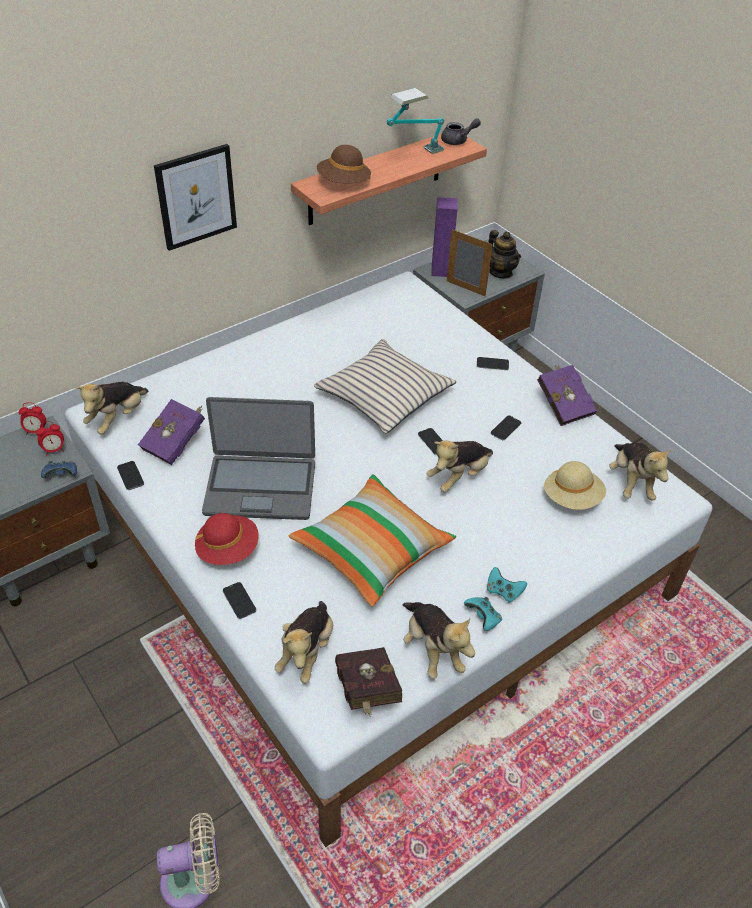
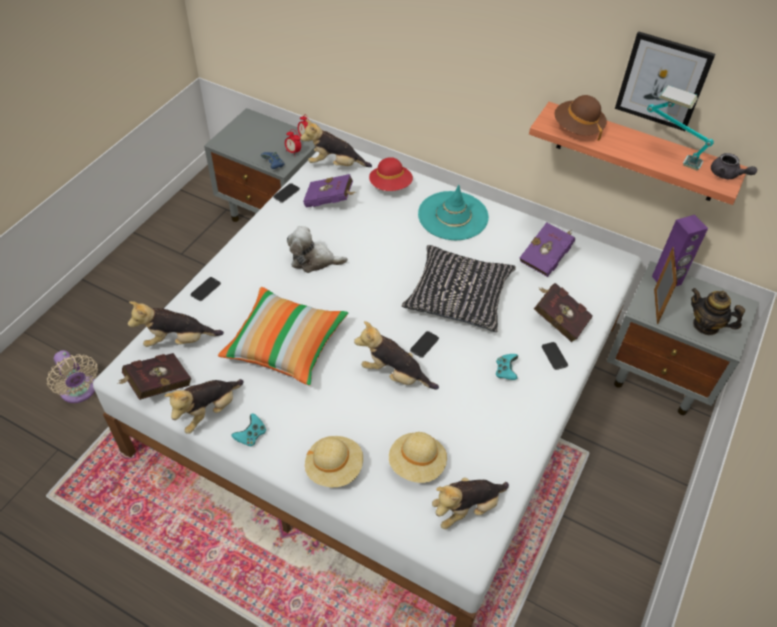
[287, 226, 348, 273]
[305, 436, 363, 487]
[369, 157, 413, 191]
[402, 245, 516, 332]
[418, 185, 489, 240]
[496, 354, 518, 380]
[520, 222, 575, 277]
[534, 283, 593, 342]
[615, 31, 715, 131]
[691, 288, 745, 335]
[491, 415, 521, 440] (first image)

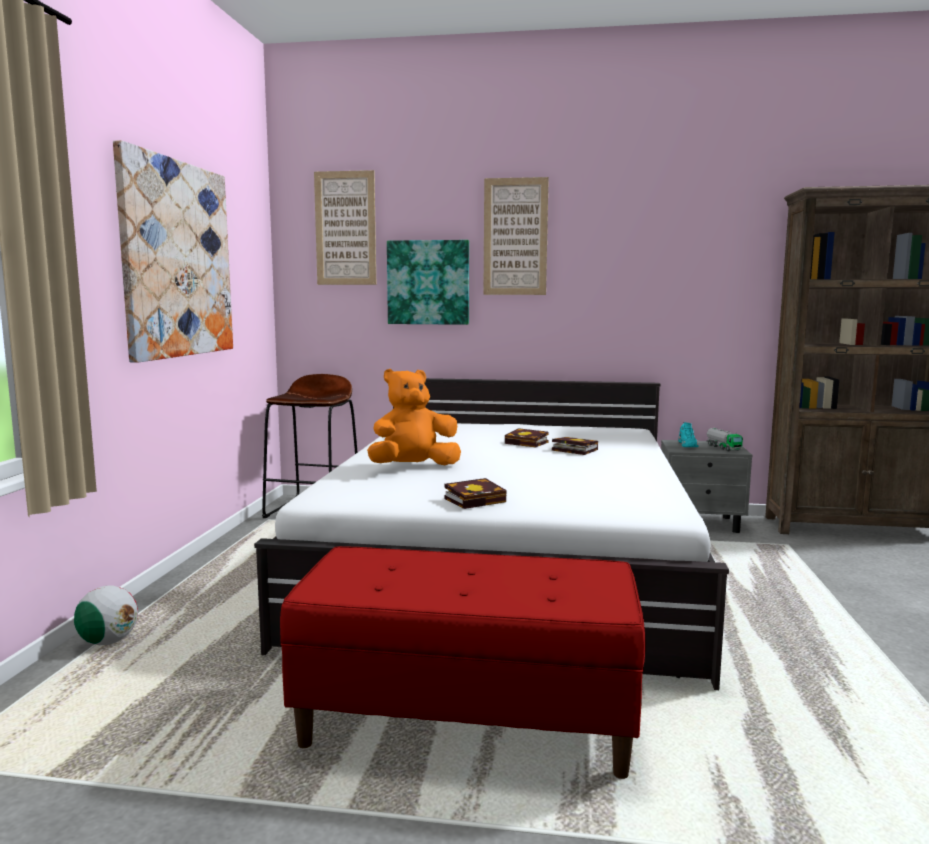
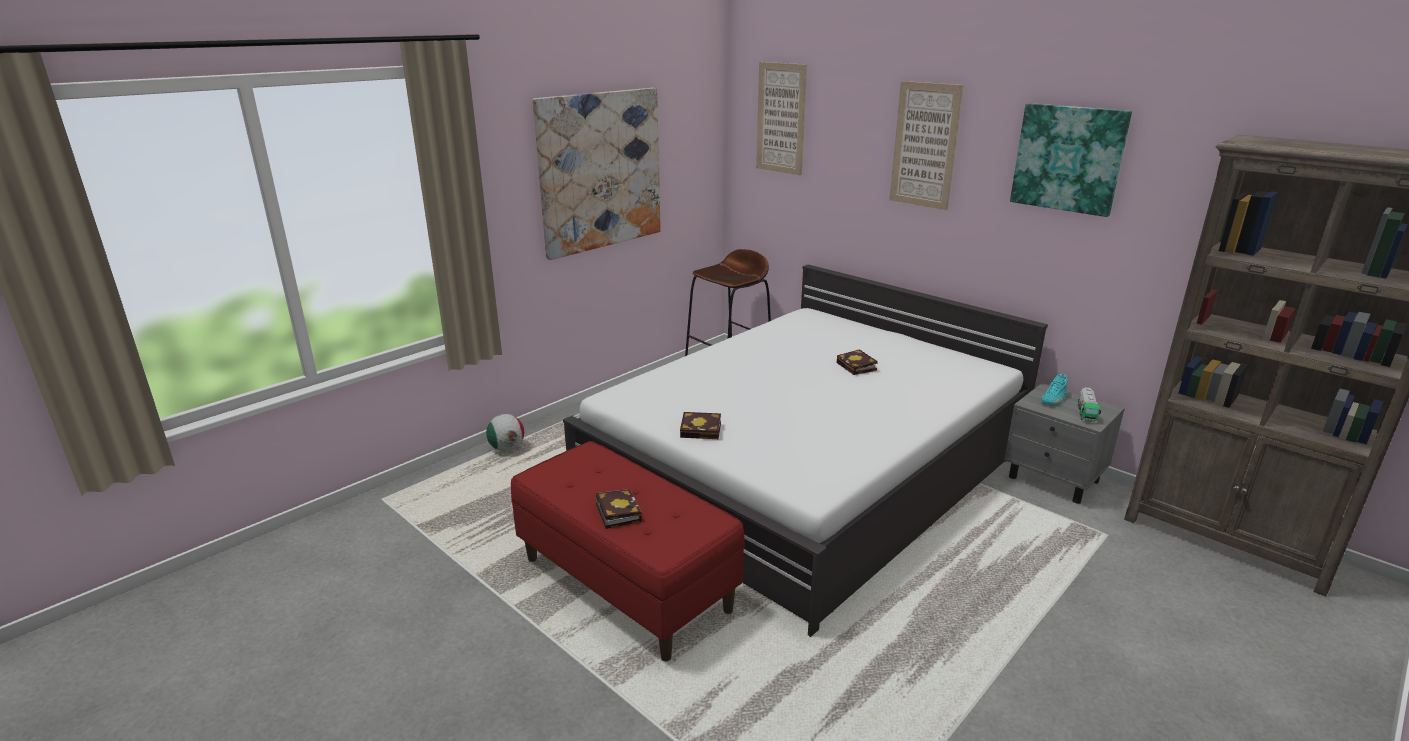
[596, 489, 642, 529]
[1010, 103, 1132, 217]
[367, 369, 461, 465] (first image)

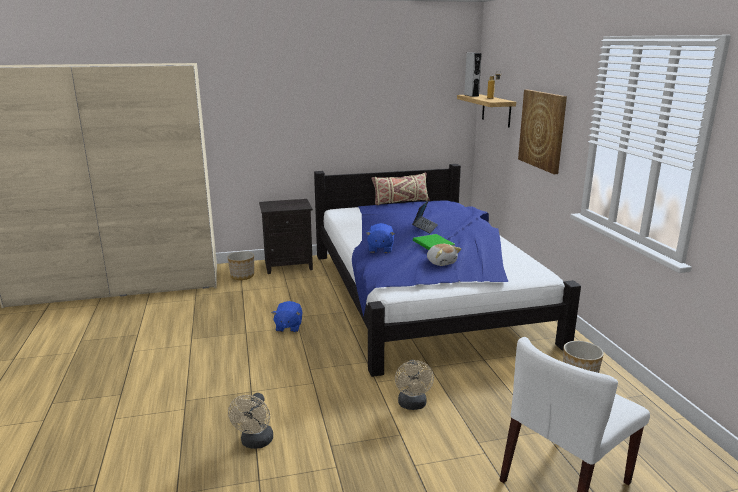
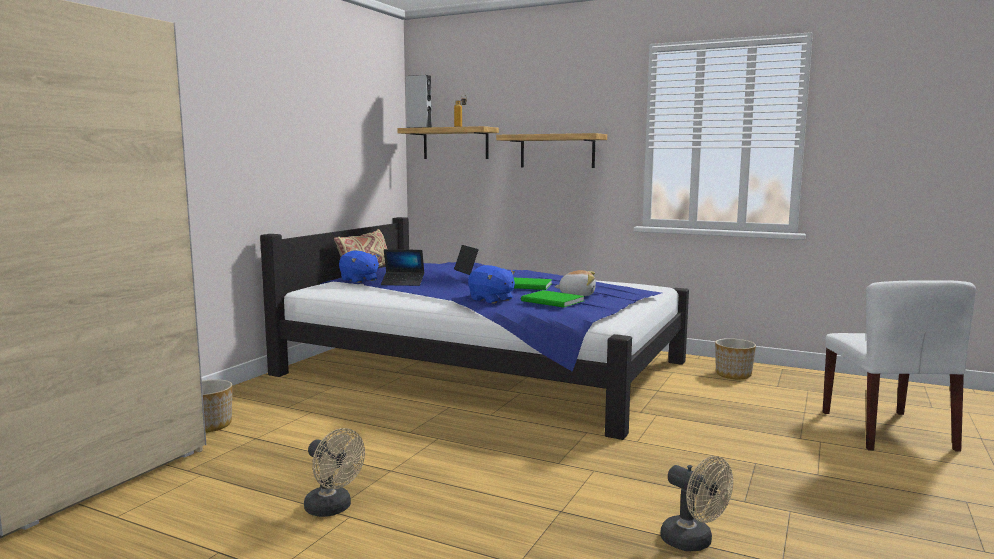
[304, 428, 365, 517]
[339, 250, 379, 283]
[381, 249, 424, 286]
[496, 133, 607, 168]
[521, 290, 585, 307]
[259, 199, 313, 274] (first image)

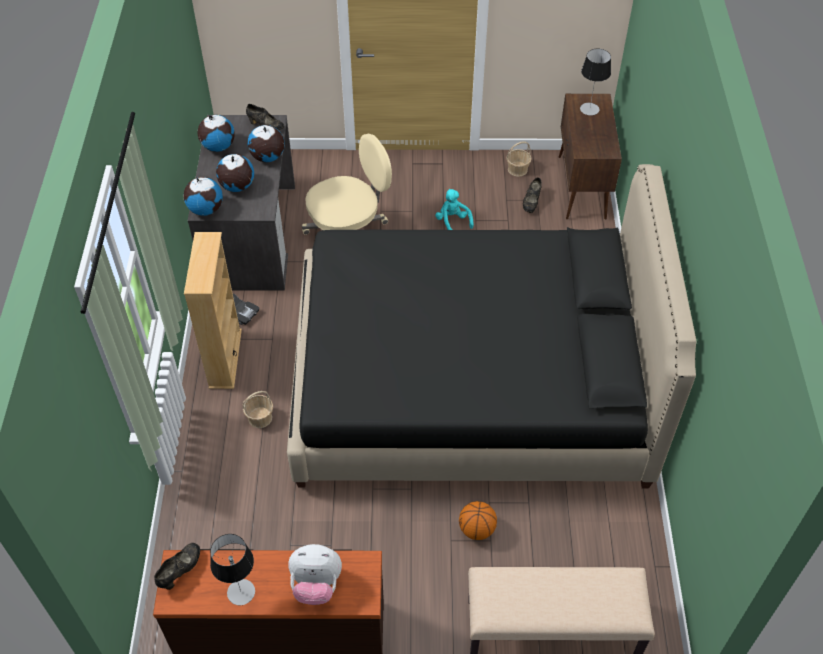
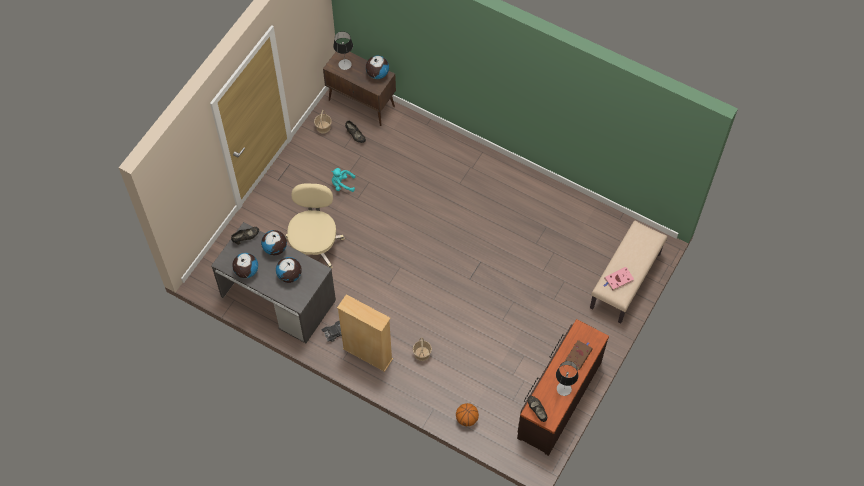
[366, 56, 389, 79]
[456, 403, 479, 426]
[566, 340, 593, 370]
[603, 267, 634, 291]
[287, 164, 696, 488] (first image)

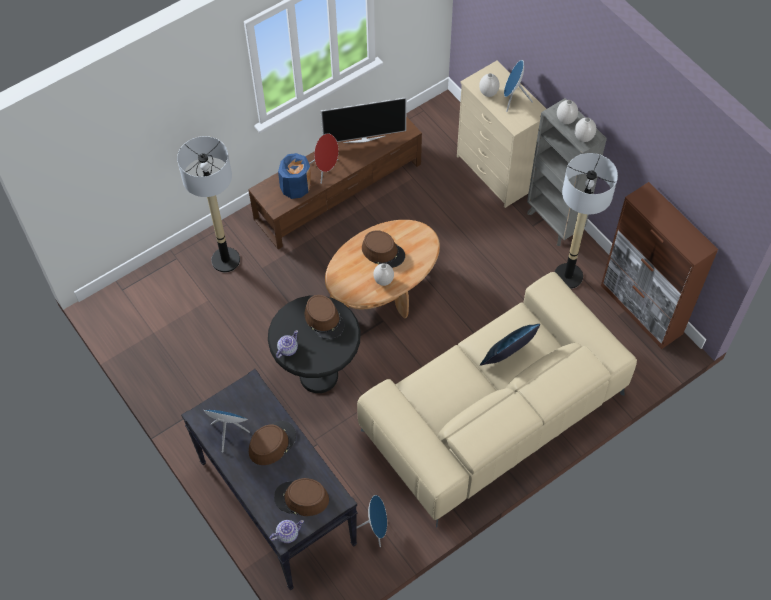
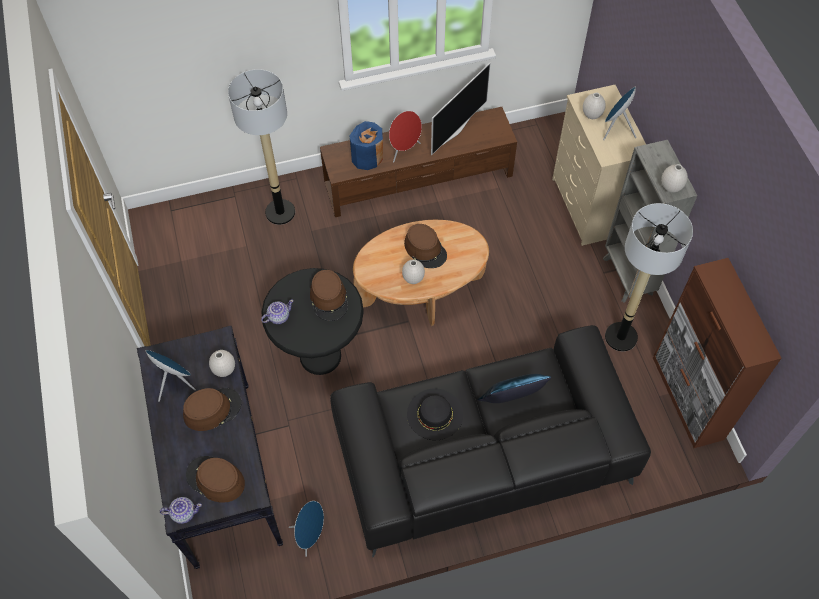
[209, 350, 235, 377]
[330, 325, 651, 557]
[407, 388, 463, 440]
[431, 63, 490, 155]

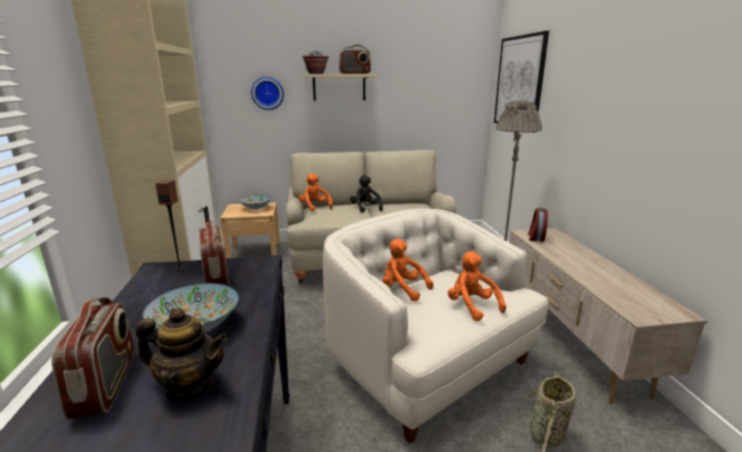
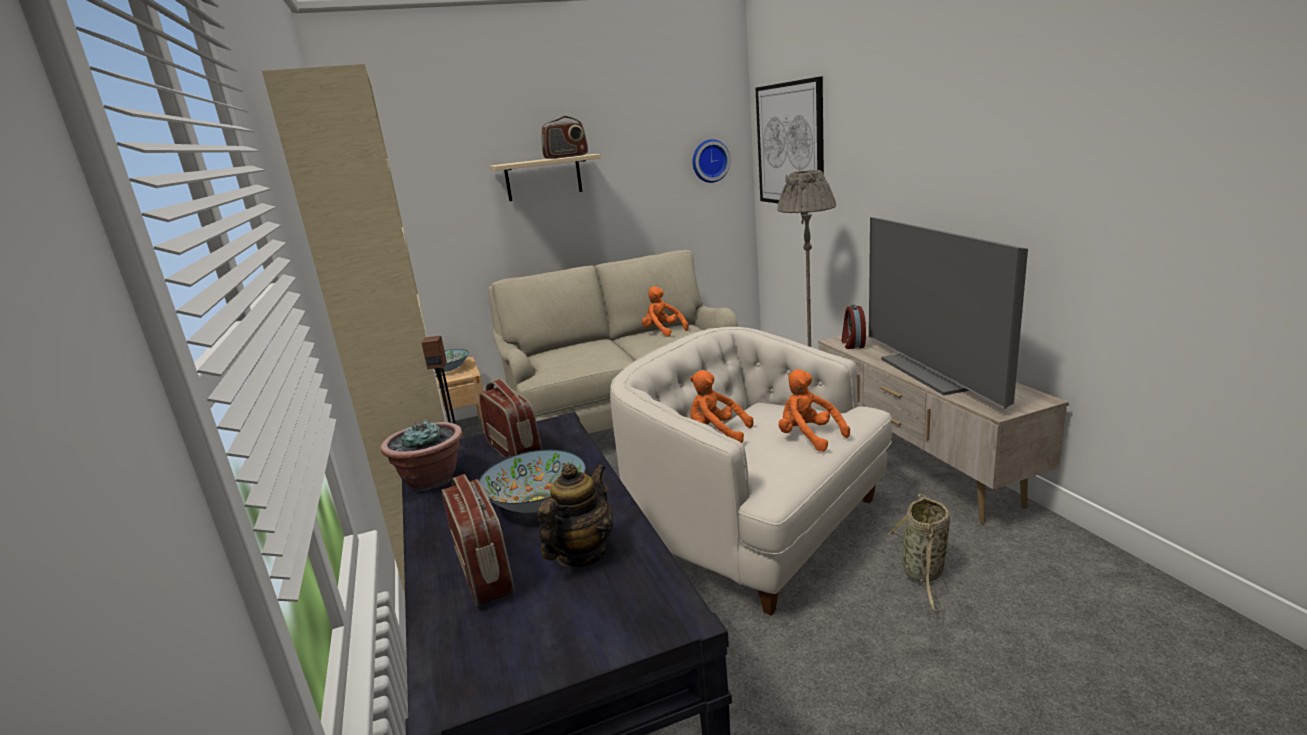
[380, 420, 463, 491]
[538, 464, 613, 567]
[642, 286, 689, 337]
[692, 139, 730, 183]
[869, 217, 1028, 409]
[350, 175, 383, 213] (first image)

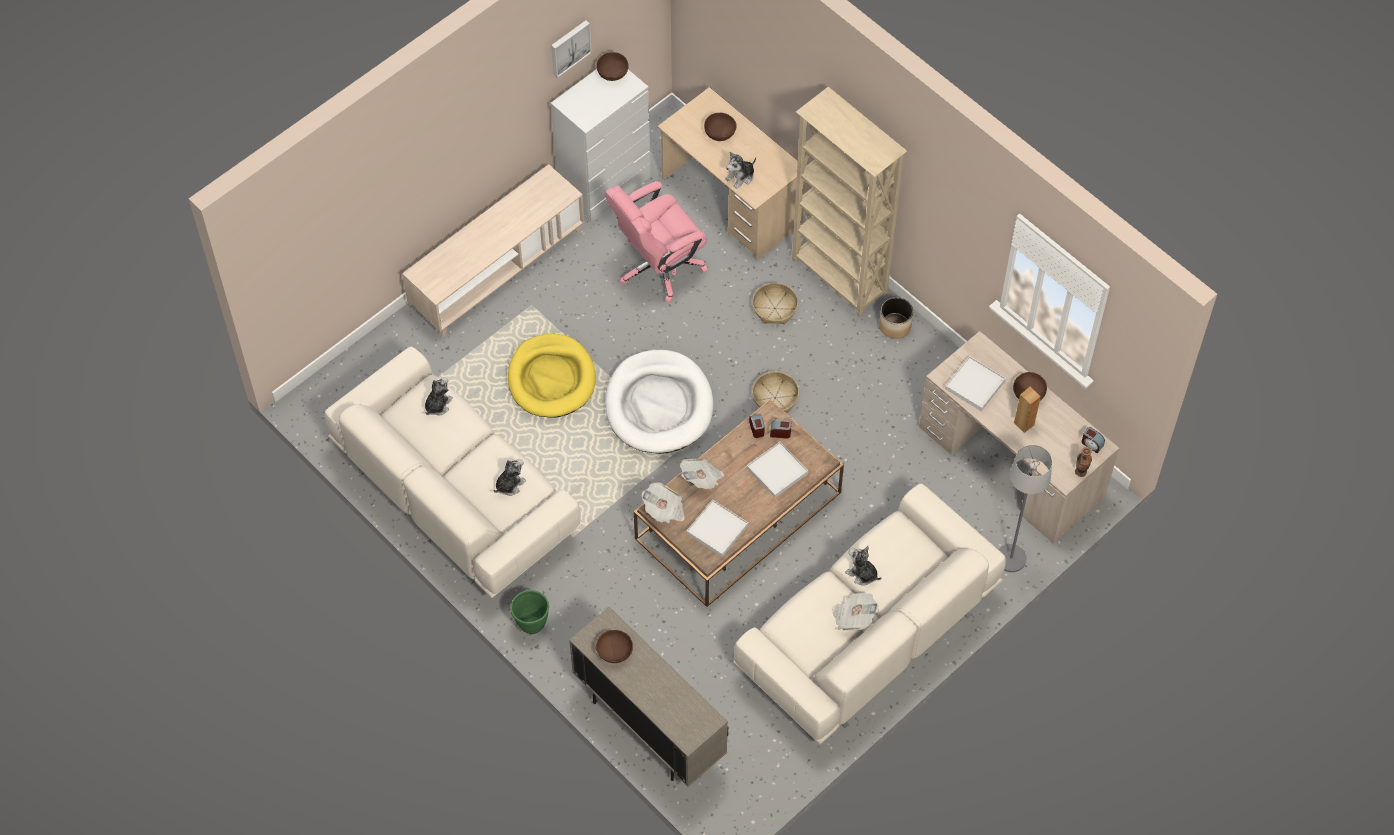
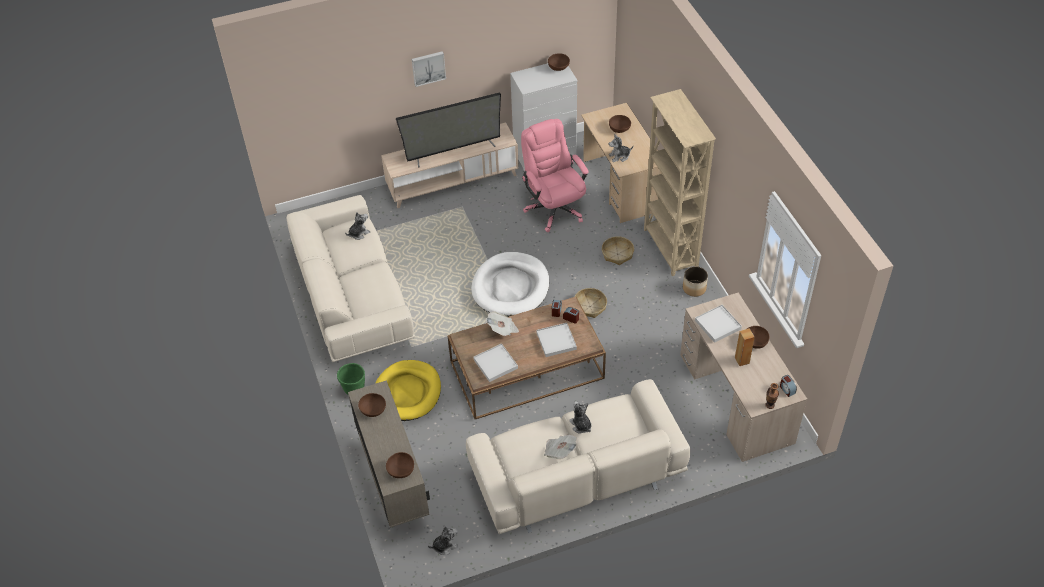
[375, 360, 441, 421]
[386, 452, 414, 478]
[396, 92, 501, 168]
[412, 51, 446, 87]
[428, 527, 458, 555]
[521, 119, 588, 232]
[642, 482, 684, 523] (first image)
[999, 445, 1052, 572] (first image)

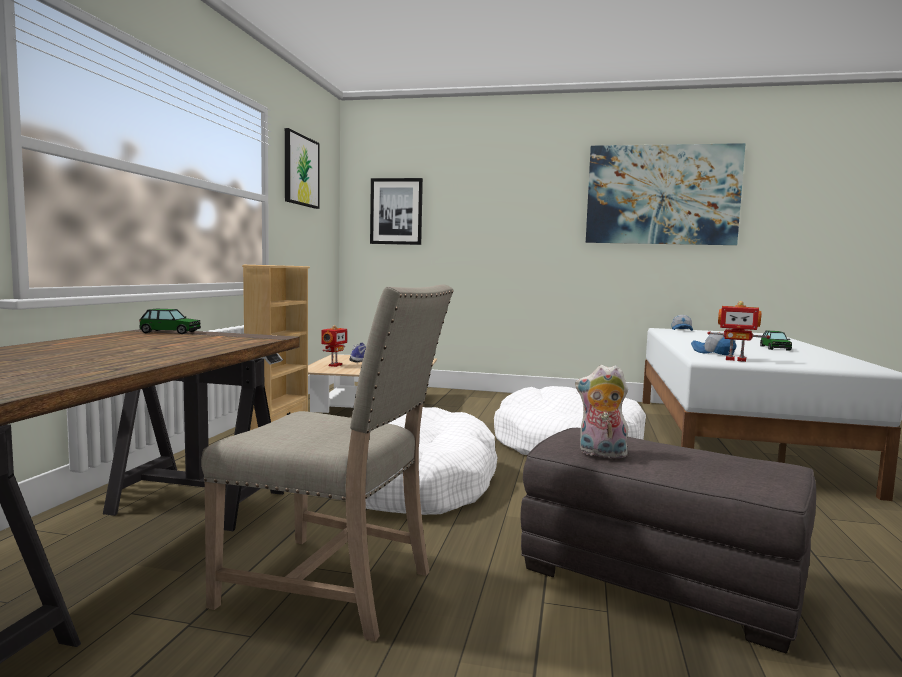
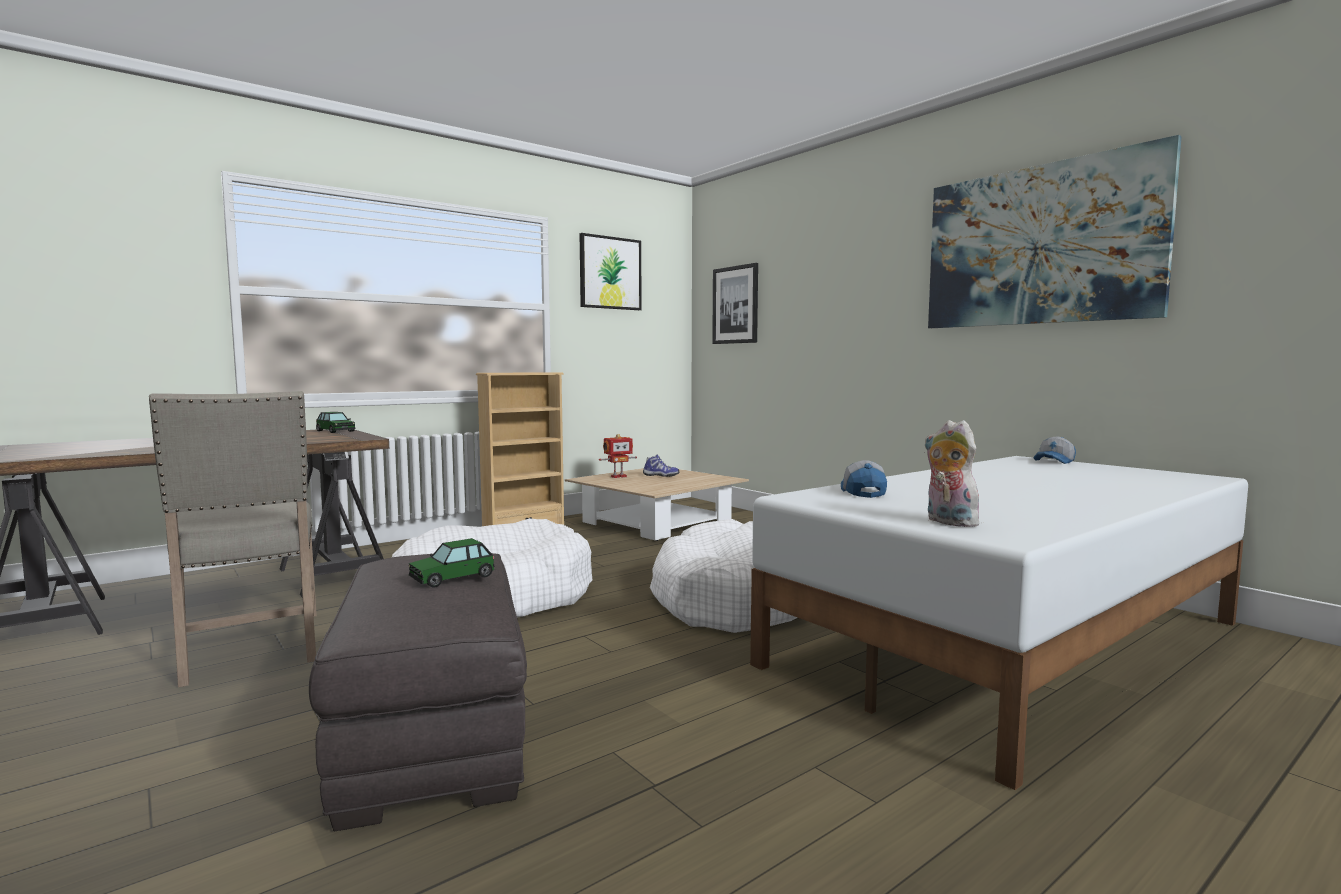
[409, 538, 495, 588]
[925, 420, 979, 527]
[707, 301, 770, 362] (first image)

